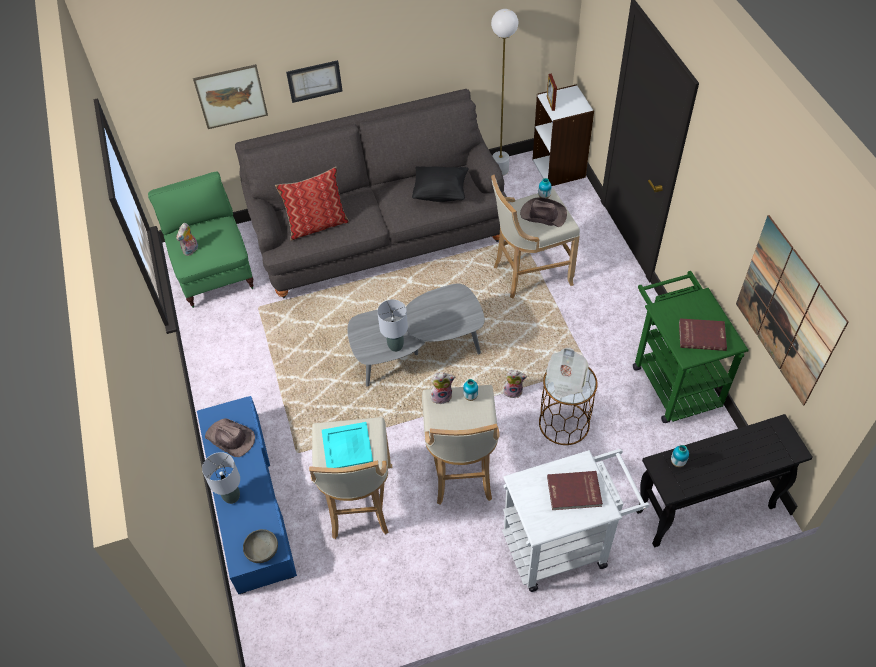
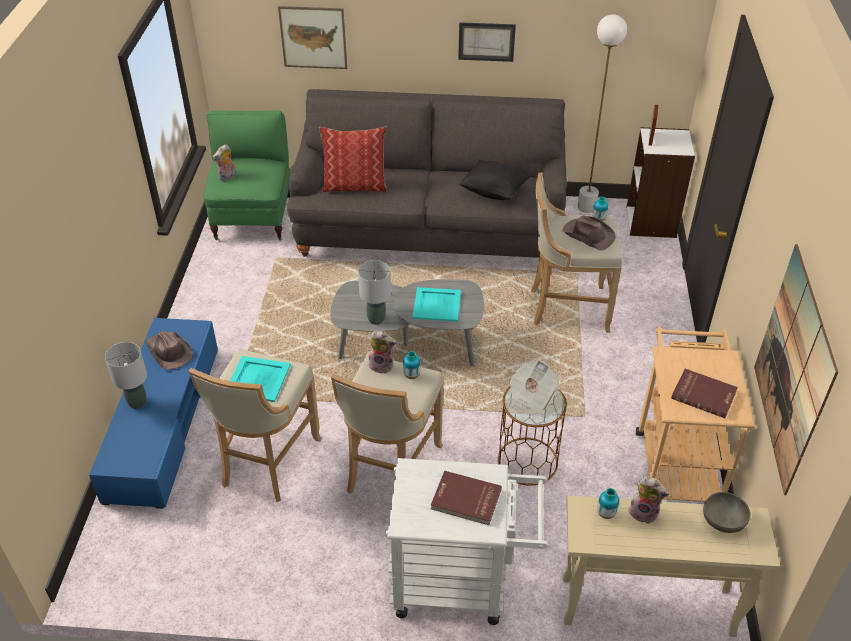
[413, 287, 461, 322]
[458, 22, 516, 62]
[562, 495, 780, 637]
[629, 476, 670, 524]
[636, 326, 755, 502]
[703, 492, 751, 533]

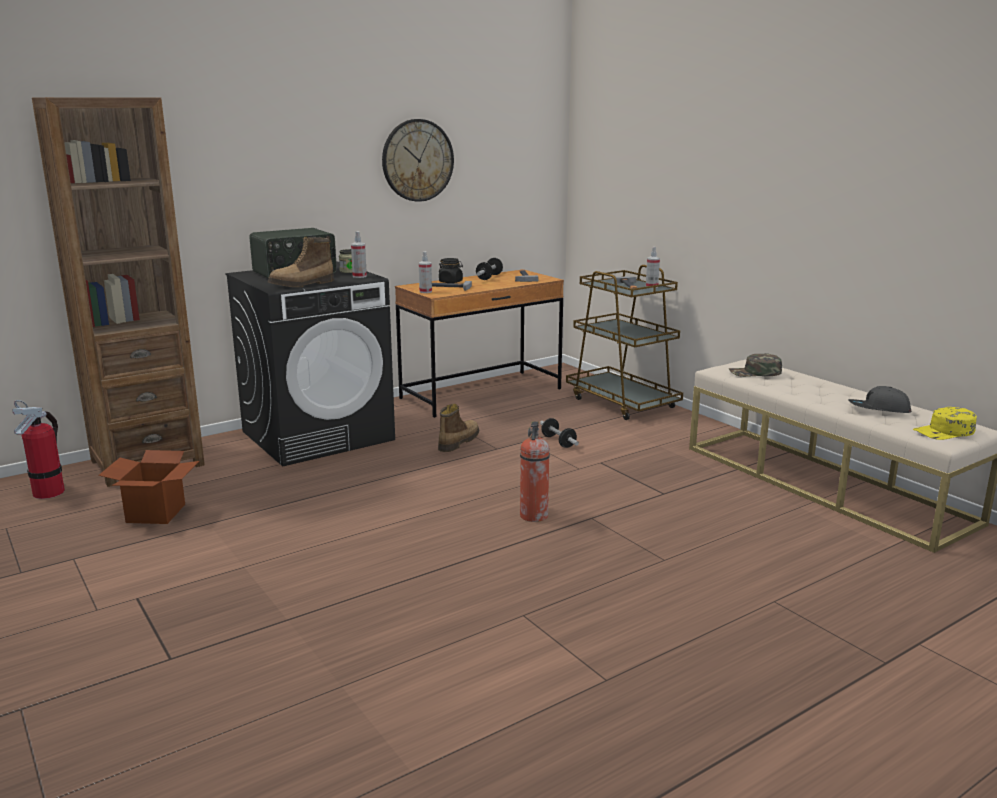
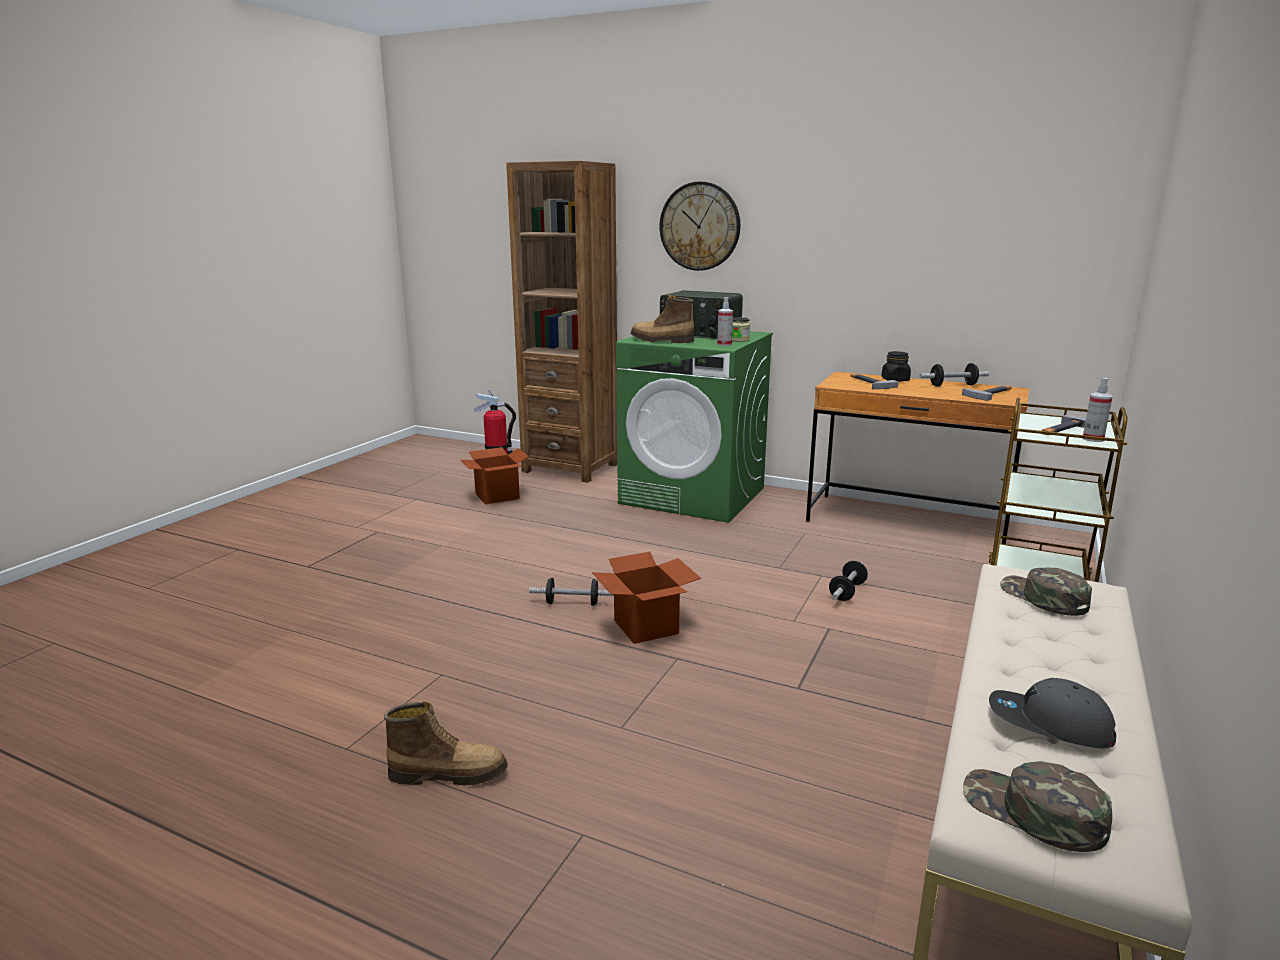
[384, 702, 508, 785]
[529, 578, 614, 606]
[592, 552, 701, 644]
[616, 331, 773, 523]
[660, 181, 740, 271]
[963, 761, 1112, 852]
[989, 678, 1116, 749]
[419, 251, 432, 293] (first image)

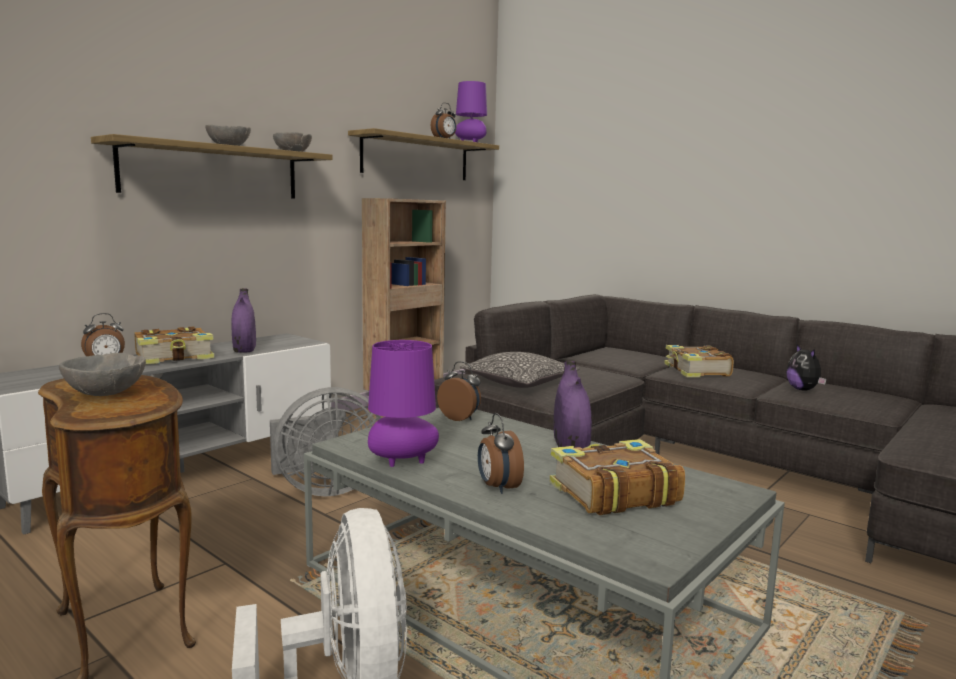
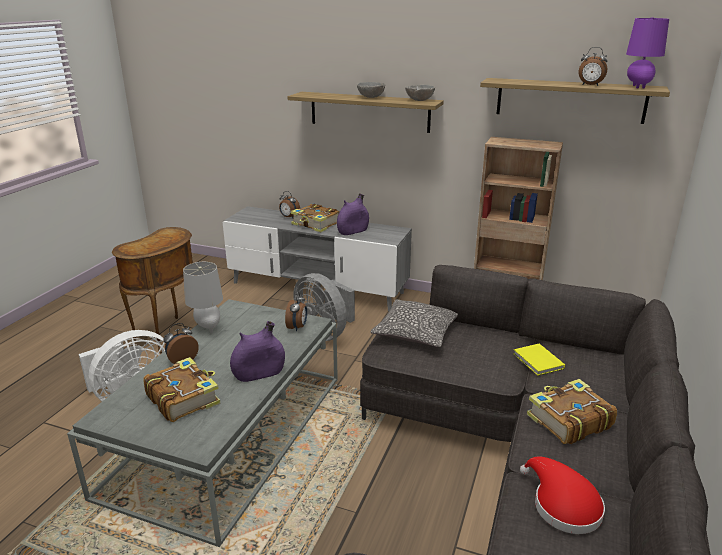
[183, 262, 223, 334]
[513, 344, 565, 376]
[520, 457, 605, 534]
[59, 353, 146, 396] (first image)

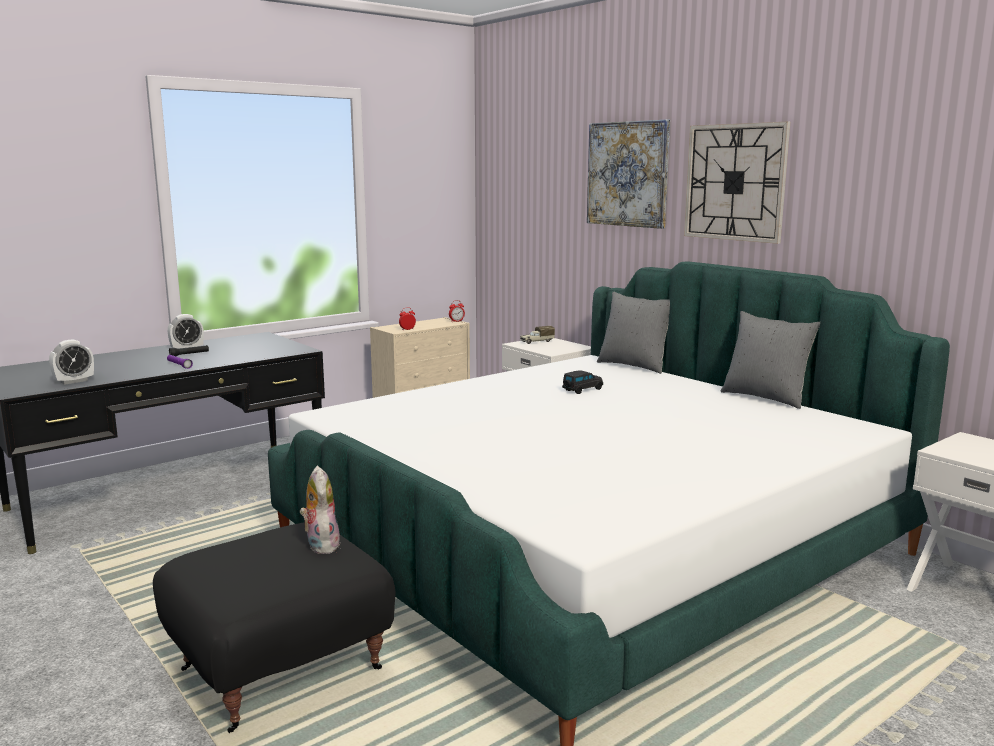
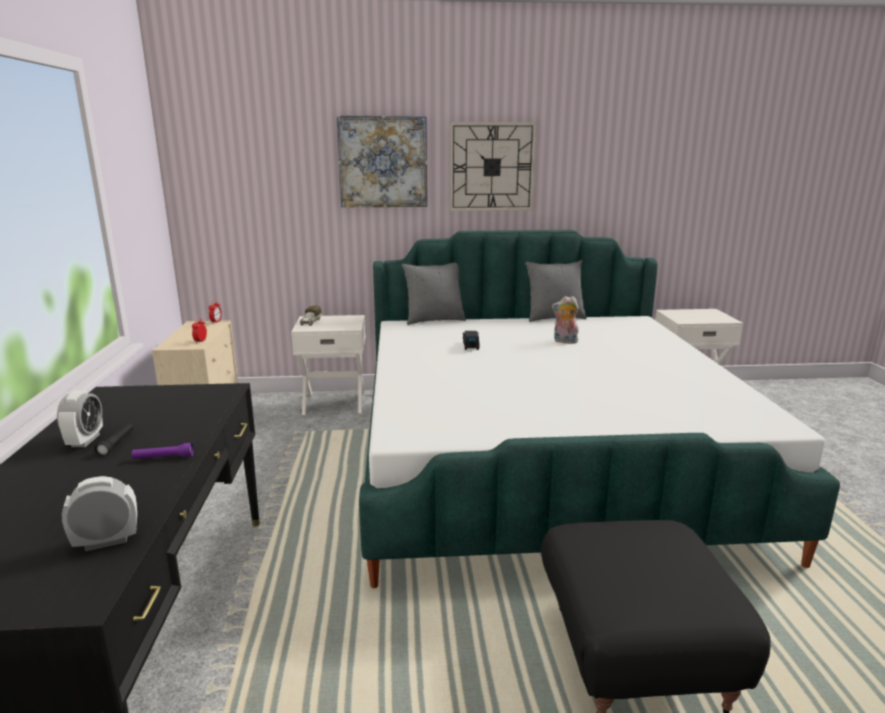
[62, 476, 137, 551]
[552, 296, 579, 343]

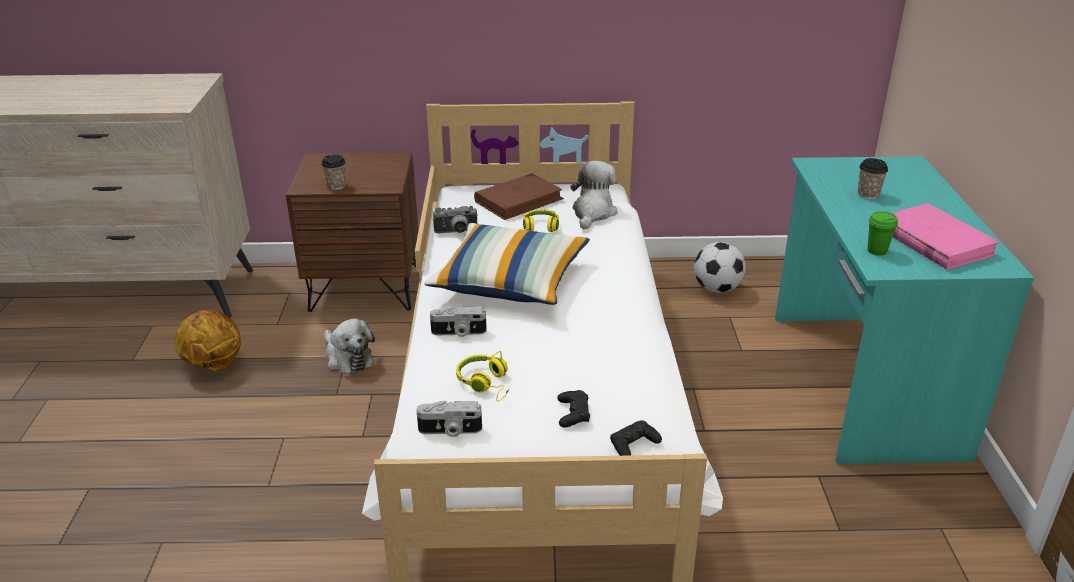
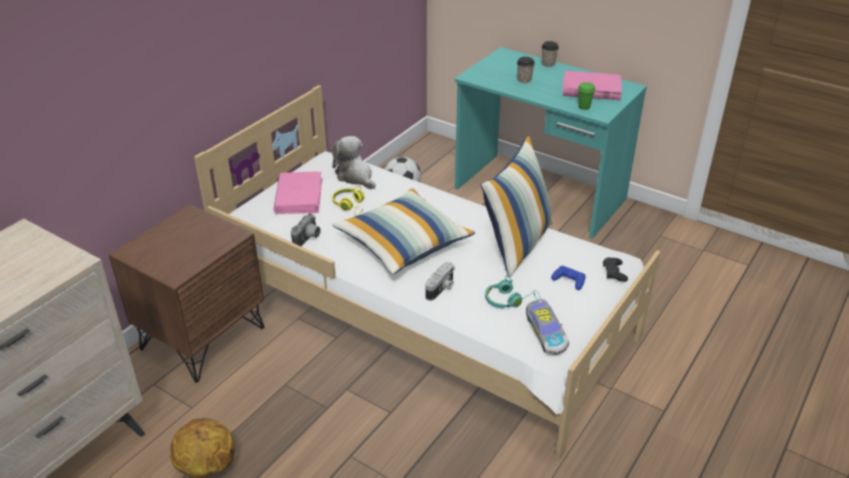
[274, 172, 322, 214]
[481, 135, 552, 277]
[485, 275, 540, 308]
[526, 299, 569, 355]
[542, 41, 559, 67]
[551, 266, 586, 290]
[325, 319, 375, 374] (first image)

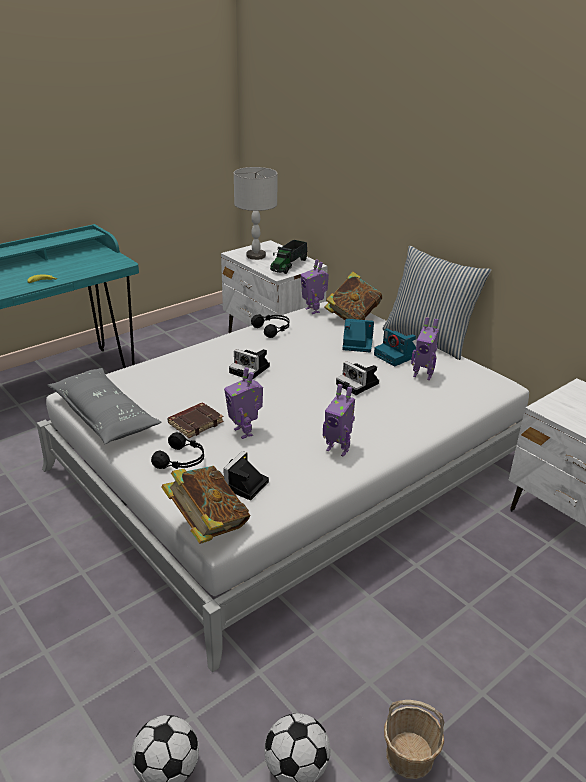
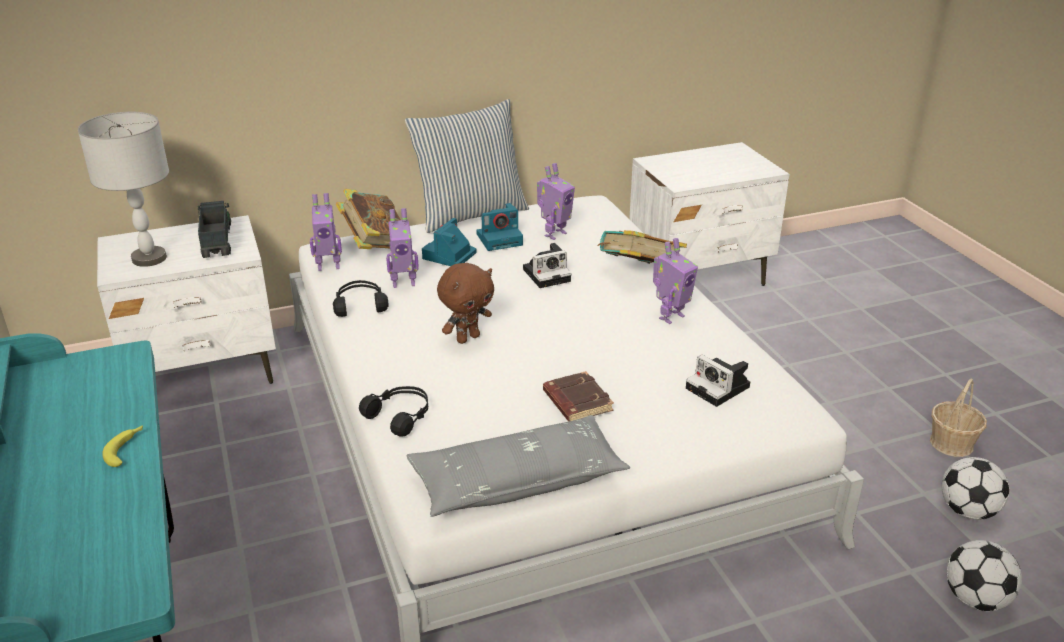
[198, 201, 231, 258]
[359, 386, 428, 437]
[386, 208, 419, 288]
[437, 263, 494, 344]
[597, 230, 687, 264]

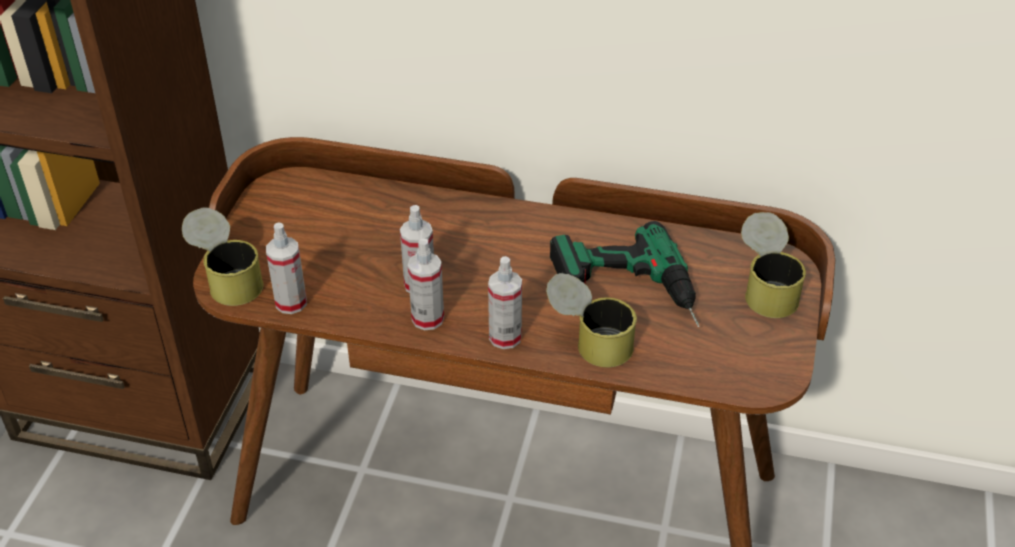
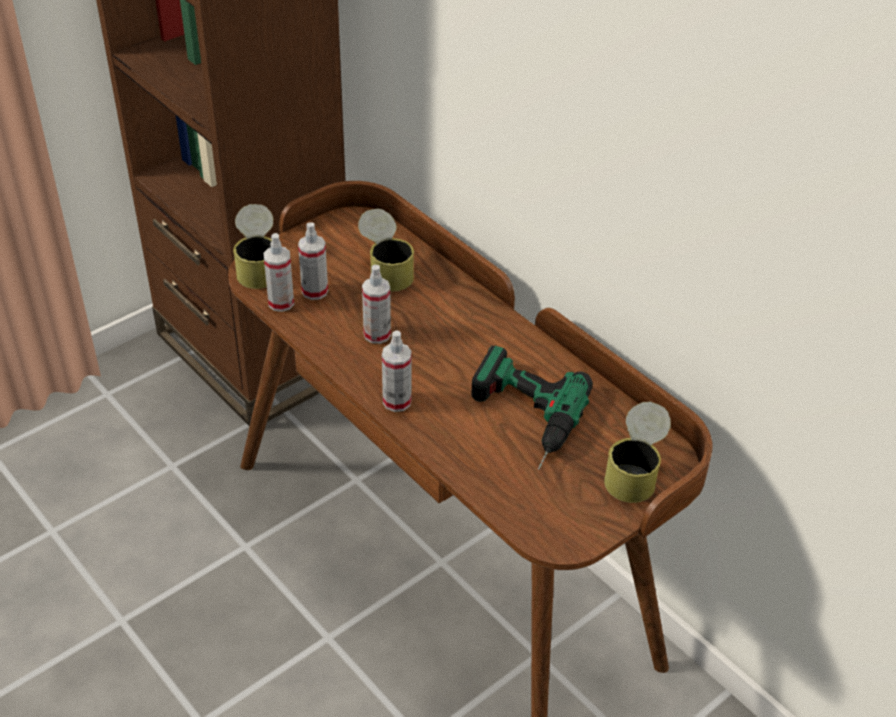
[298, 222, 328, 300]
[358, 209, 414, 291]

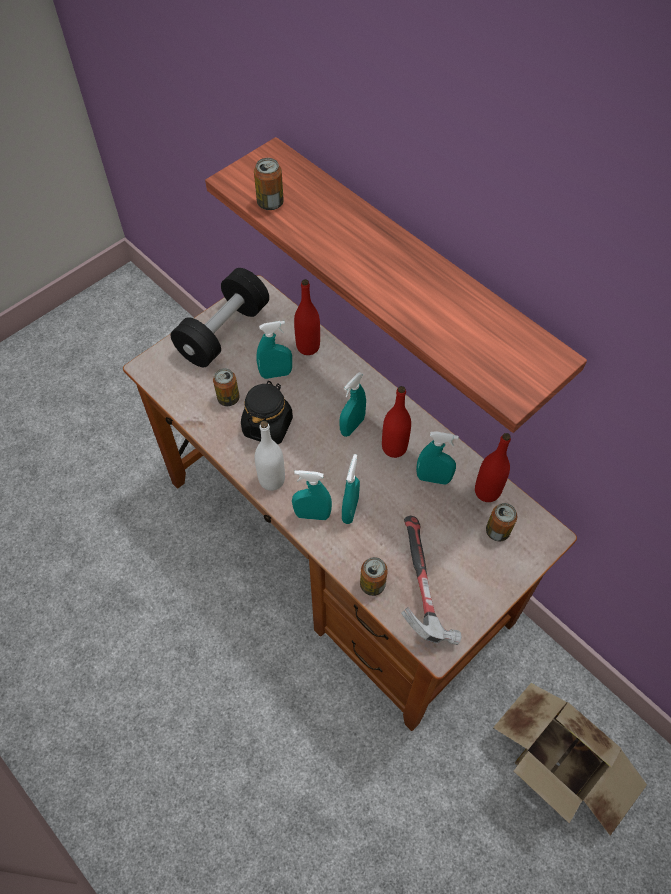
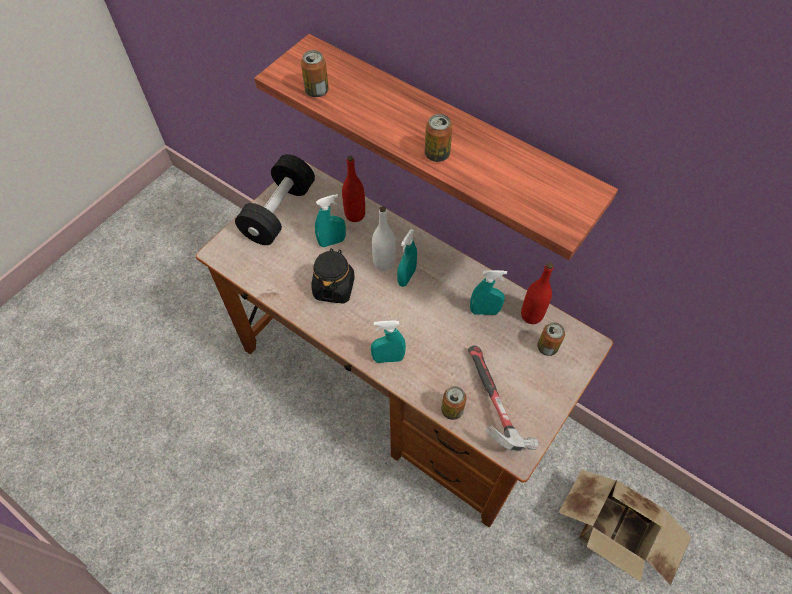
[372, 206, 395, 271]
[425, 114, 453, 162]
[342, 454, 360, 524] (first image)
[382, 386, 411, 458] (first image)

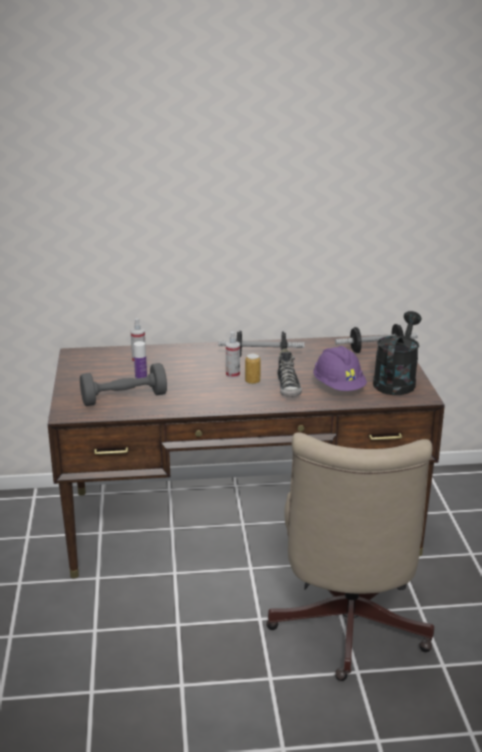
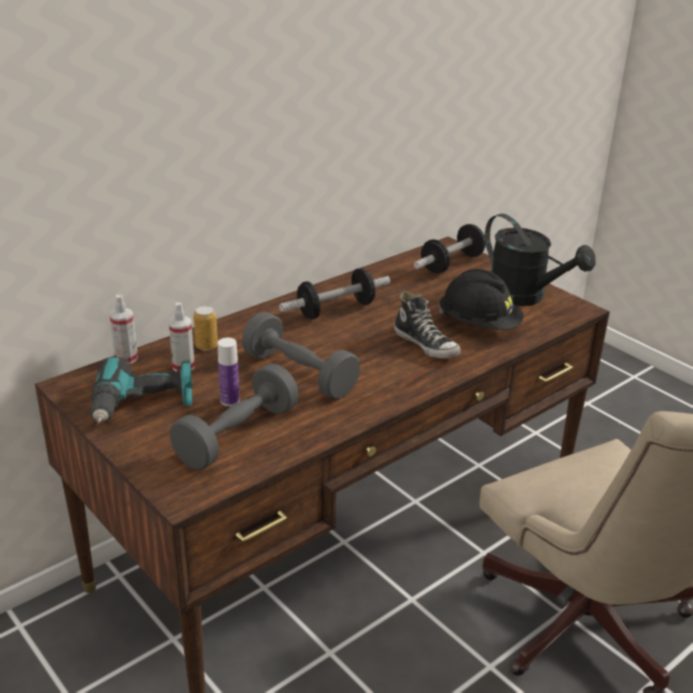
[90, 356, 192, 423]
[110, 295, 138, 364]
[193, 306, 218, 351]
[242, 312, 360, 400]
[439, 269, 524, 330]
[485, 214, 596, 306]

